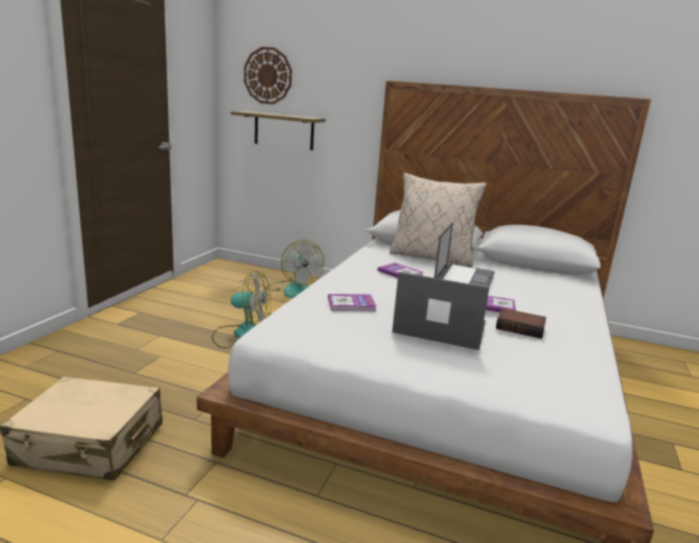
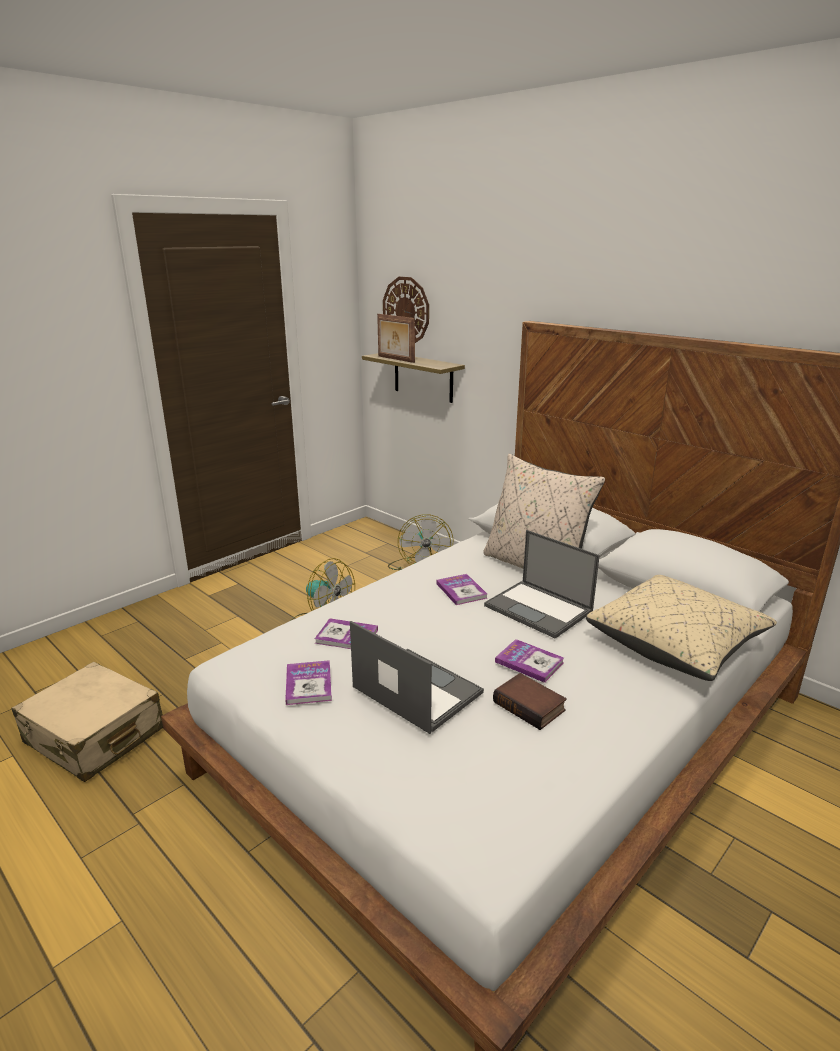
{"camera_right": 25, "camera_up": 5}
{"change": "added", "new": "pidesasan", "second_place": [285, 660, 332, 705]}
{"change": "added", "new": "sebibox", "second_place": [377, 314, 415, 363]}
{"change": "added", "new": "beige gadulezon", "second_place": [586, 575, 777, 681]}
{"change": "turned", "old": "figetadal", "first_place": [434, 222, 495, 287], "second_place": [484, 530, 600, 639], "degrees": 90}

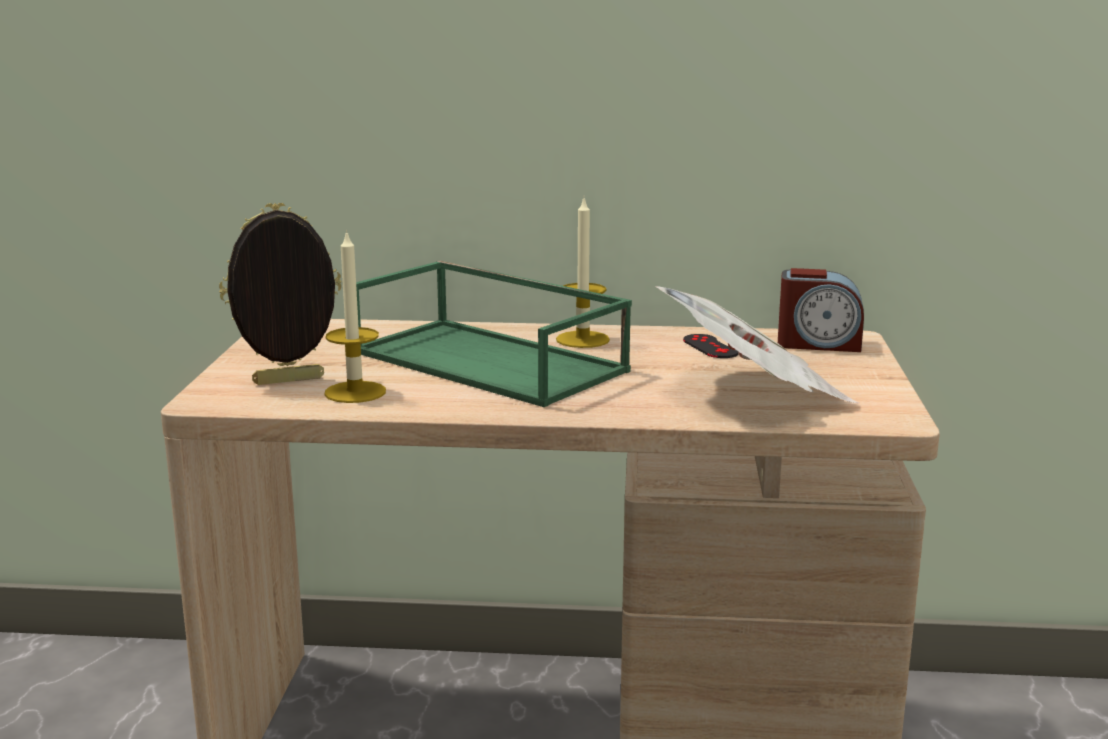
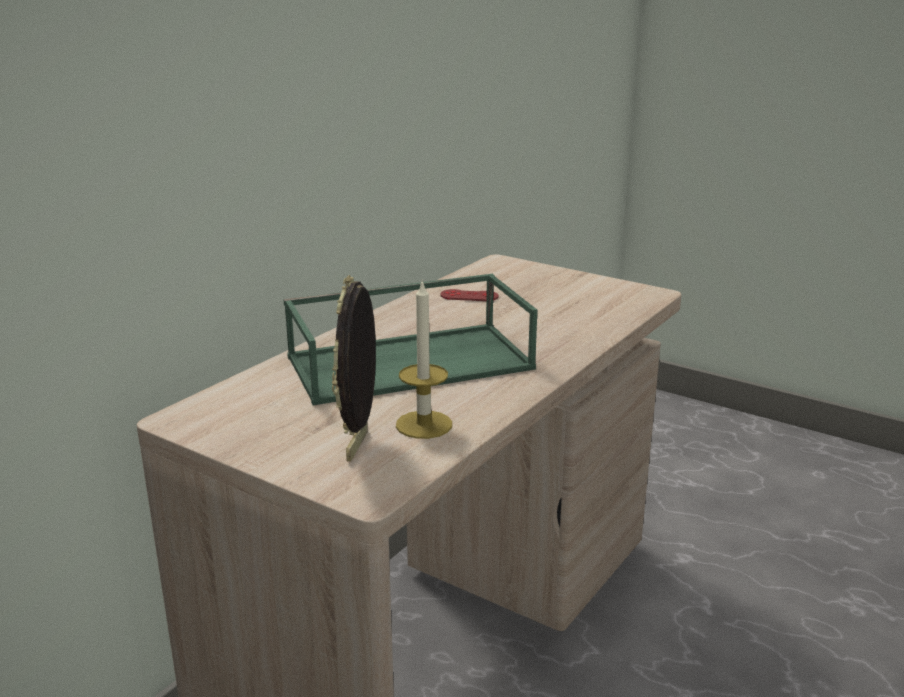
{"camera_right": -60, "camera_up": 5}
{"change": "removed", "old": "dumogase", "first_place": [556, 199, 610, 348]}
{"change": "removed", "old": "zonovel", "first_place": [655, 286, 860, 404]}
{"change": "removed", "old": "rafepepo", "first_place": [778, 268, 864, 352]}
{"change": "recoloured", "old": "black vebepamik", "new": "red vebepamik", "first_place": [683, 334, 738, 358], "second_place": [440, 289, 499, 301]}

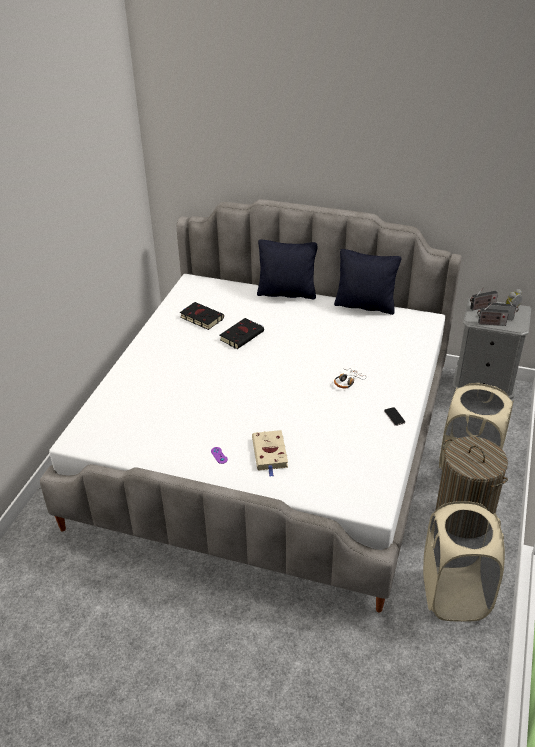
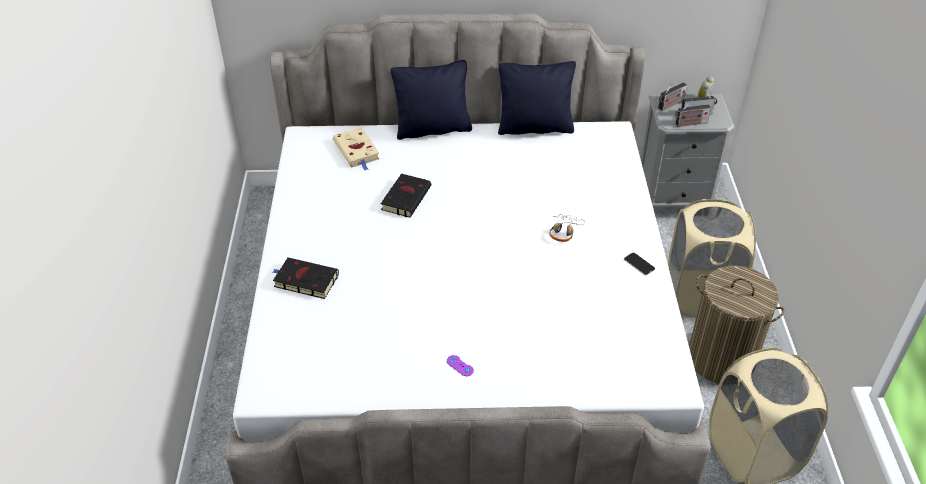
{"camera_right": -20, "camera_up": 5}
{"change": "moved", "old": "black pidesasan", "first_place": [180, 302, 224, 330], "second_place": [273, 258, 339, 299]}
{"change": "moved", "old": "beige pidesasan", "first_place": [252, 430, 288, 476], "second_place": [333, 127, 380, 170]}

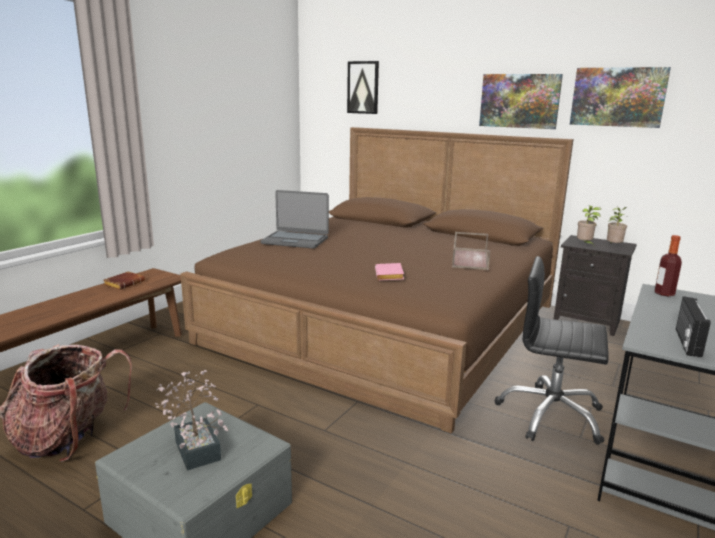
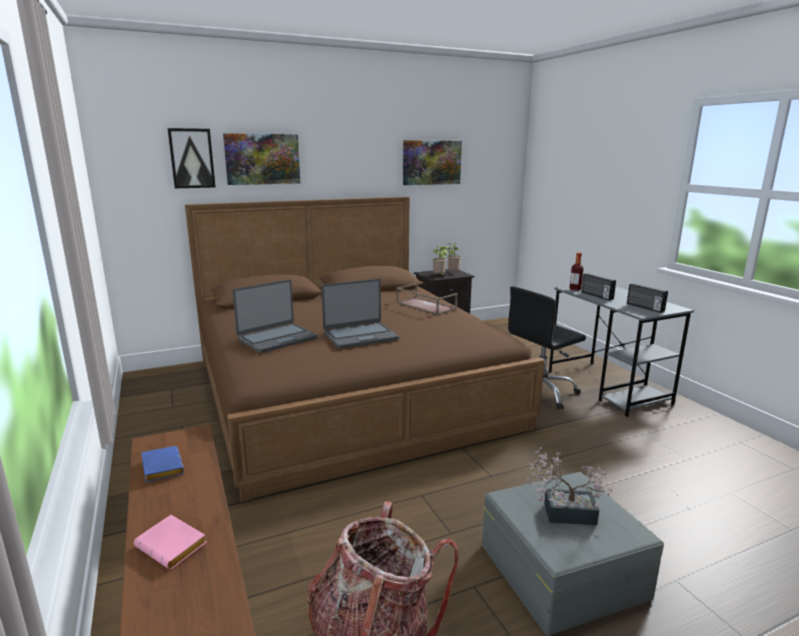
{"camera_right": -55, "camera_up": 0}
{"change": "added", "new": "figetadal", "second_place": [321, 279, 399, 349]}
{"change": "added", "new": "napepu", "second_place": [582, 273, 616, 300]}
{"change": "moved", "old": "pink pidesasan", "first_place": [375, 263, 404, 280], "second_place": [134, 515, 207, 570]}
{"change": "moved", "old": "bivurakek", "first_place": [479, 74, 563, 129], "second_place": [223, 133, 300, 185]}
{"change": "recoloured", "old": "brown pidesasan", "new": "blue pidesasan", "first_place": [103, 271, 145, 290], "second_place": [141, 446, 184, 482]}

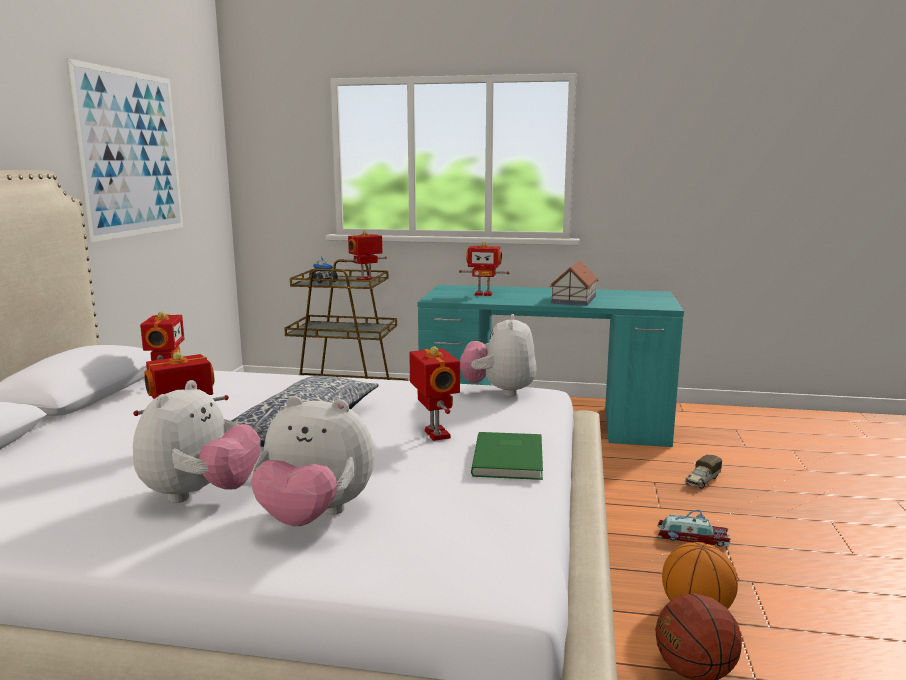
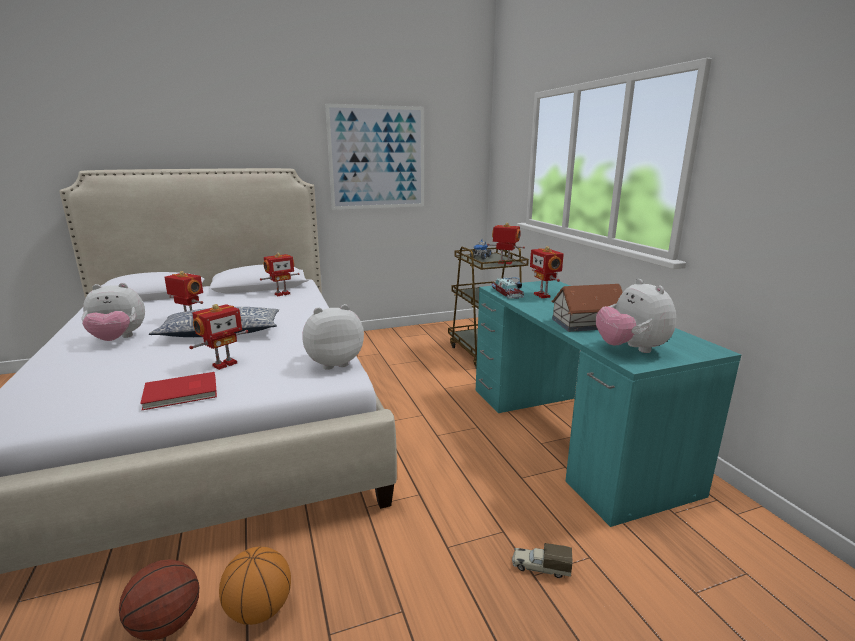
{"camera_right": 60, "camera_up": 5}
{"change": "moved", "old": "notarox", "first_place": [251, 396, 375, 526], "second_place": [596, 279, 676, 353]}
{"change": "moved", "old": "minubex", "first_place": [657, 510, 731, 547], "second_place": [491, 277, 524, 299]}
{"change": "recoloured", "old": "green pidesasan", "new": "red pidesasan", "first_place": [471, 432, 543, 480], "second_place": [140, 372, 217, 410]}

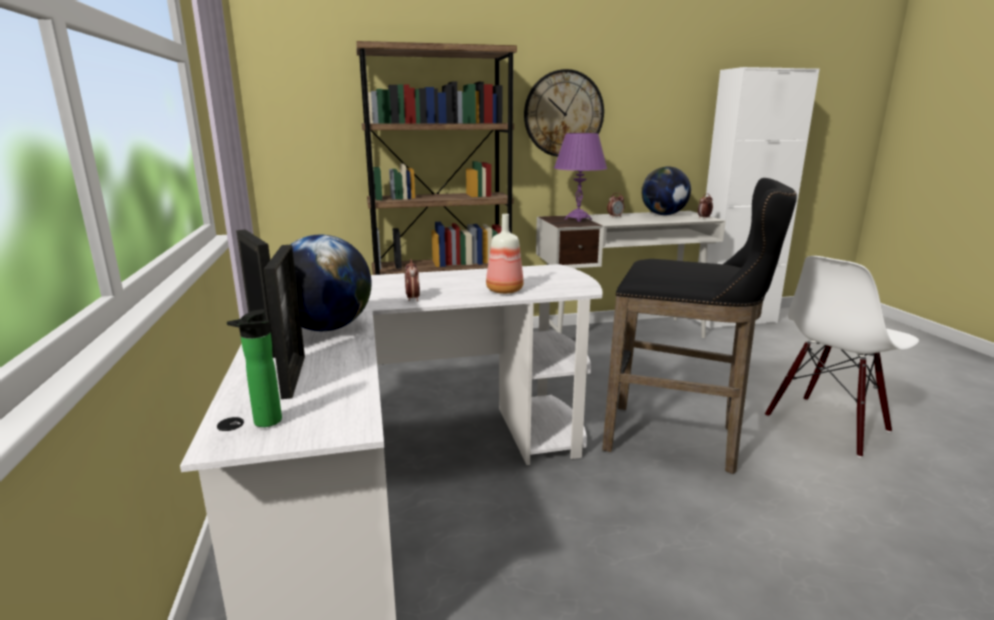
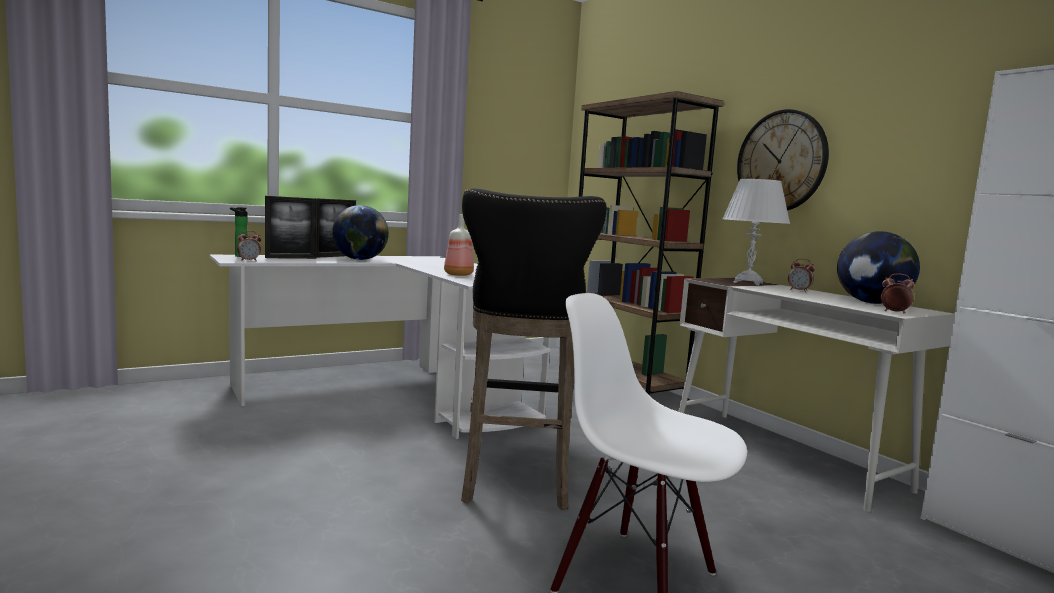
{"camera_right": 70, "camera_up": -10}
{"change": "moved", "old": "rafepepo", "first_place": [405, 259, 420, 301], "second_place": [237, 231, 261, 261]}
{"change": "recoloured", "old": "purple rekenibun", "new": "white rekenibun", "first_place": [554, 133, 607, 222], "second_place": [722, 179, 790, 286]}

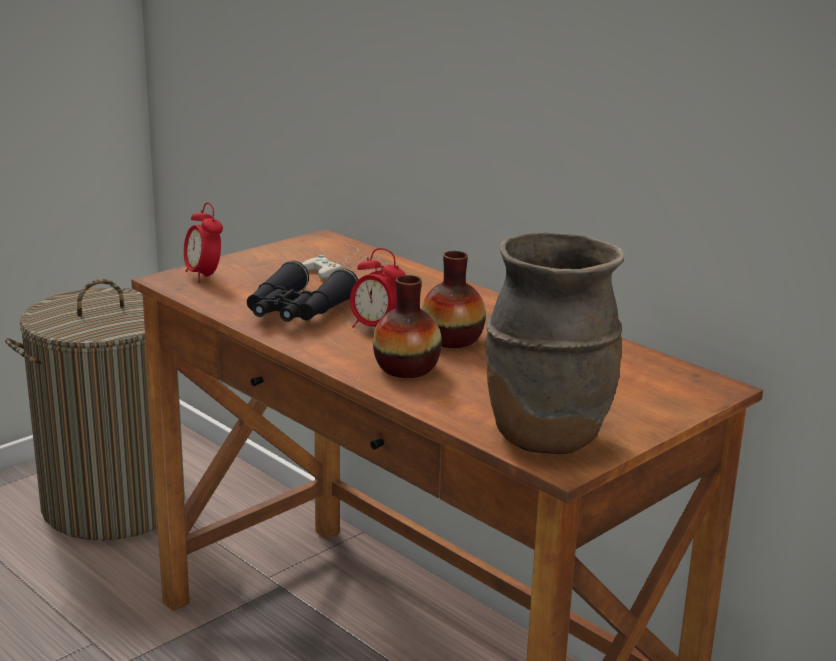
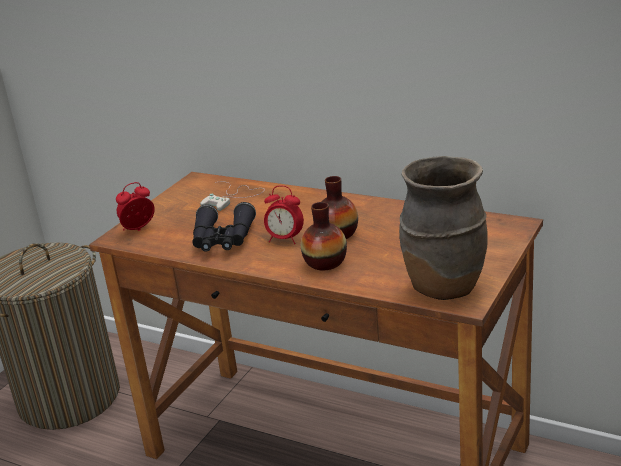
{"camera_right": -15, "camera_up": 5}
{"change": "turned", "old": "rafepepo", "first_place": [184, 202, 223, 283], "second_place": [116, 182, 155, 231], "degrees": 105}

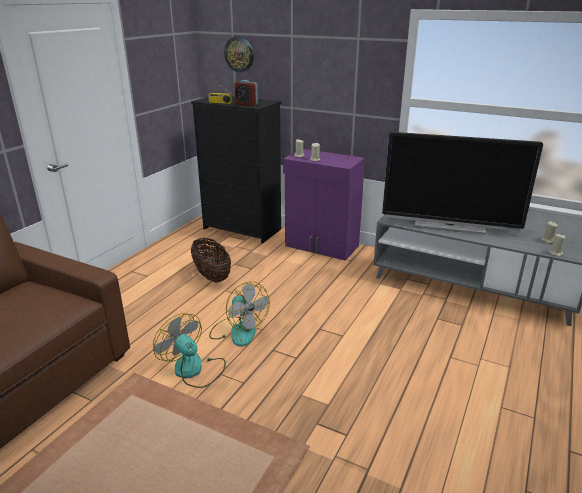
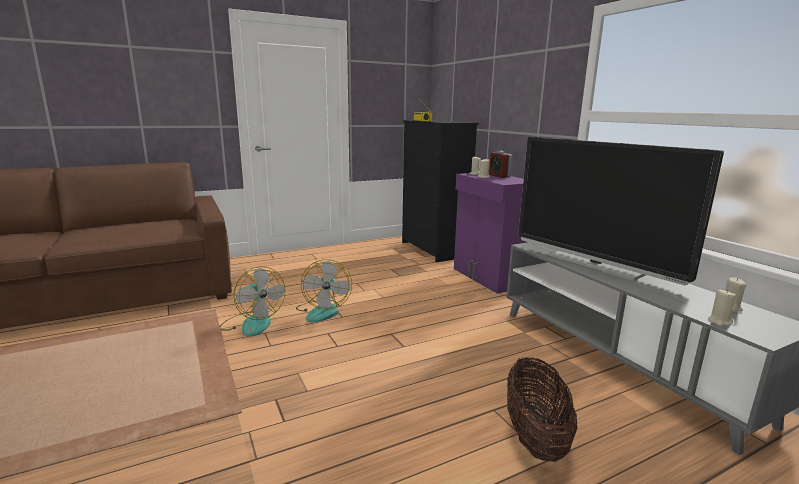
{"camera_right": 35, "camera_up": -10}
{"change": "removed", "old": "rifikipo", "first_place": [224, 37, 254, 72]}
{"change": "moved", "old": "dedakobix", "first_place": [191, 238, 231, 283], "second_place": [507, 358, 577, 462]}
{"change": "moved", "old": "rafepepo", "first_place": [234, 80, 258, 106], "second_place": [489, 151, 512, 178]}
{"change": "turned", "old": "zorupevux", "first_place": [153, 313, 226, 388], "second_place": [220, 266, 286, 337], "degrees": 150}

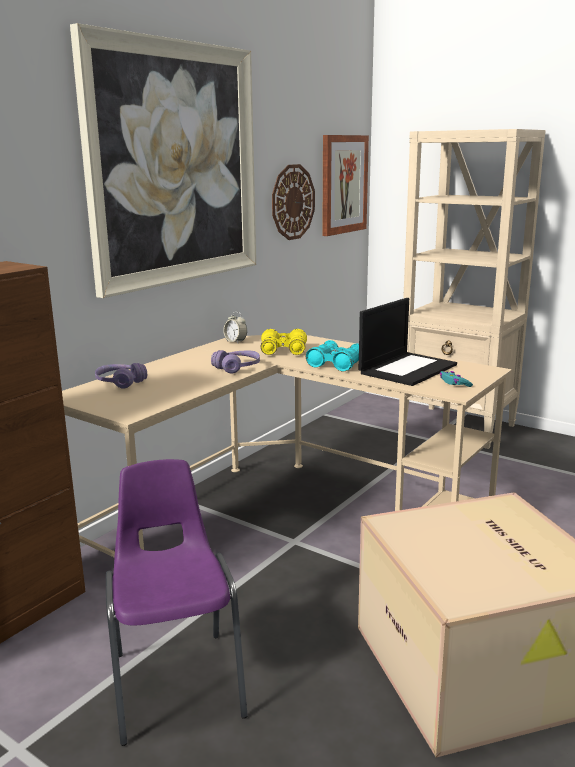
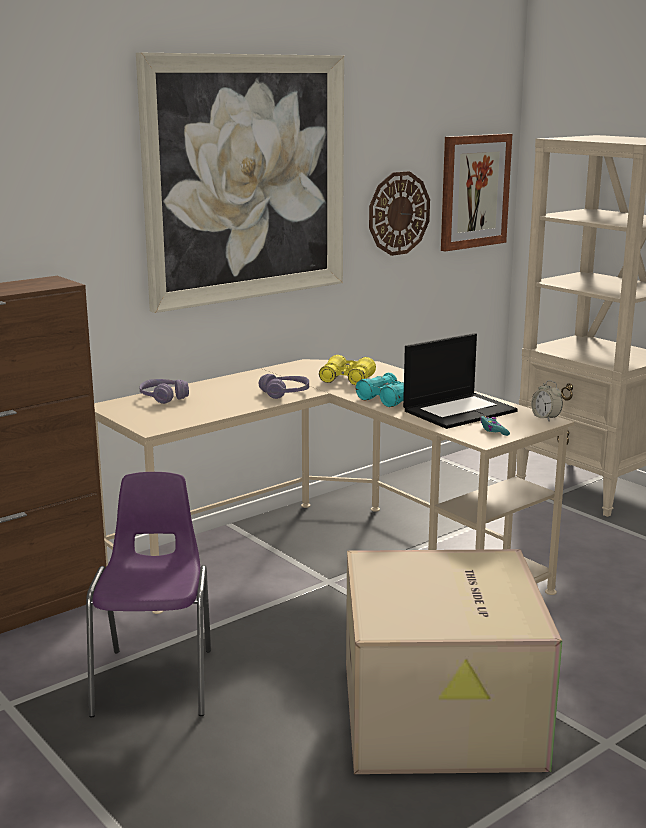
{"camera_right": 15, "camera_up": 0}
{"change": "moved", "old": "rafepepo", "first_place": [223, 312, 247, 343], "second_place": [531, 380, 563, 421]}

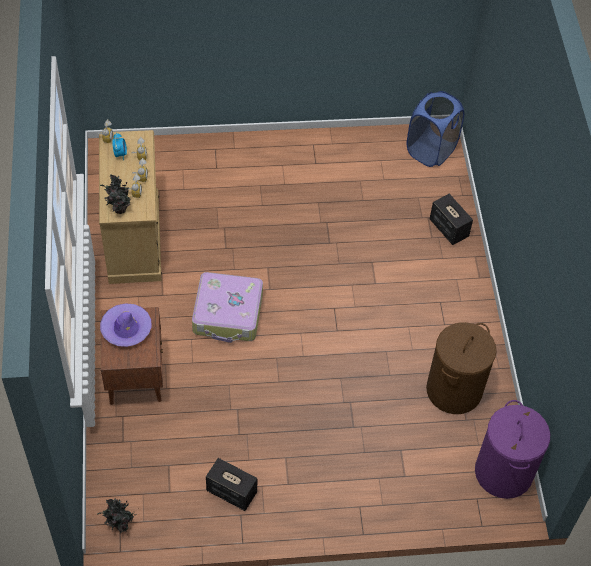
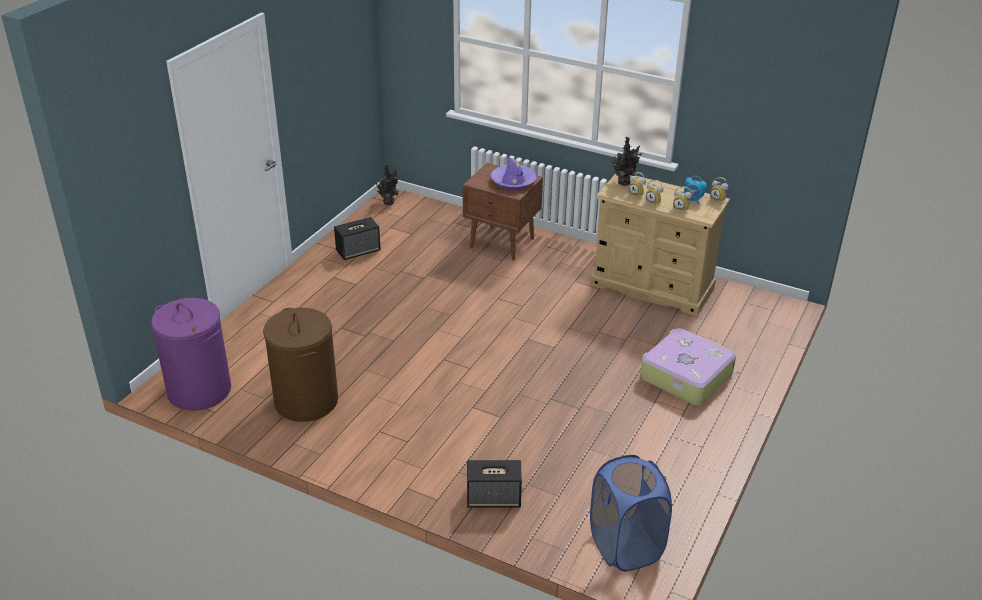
{"camera_right": 125, "camera_up": -20}
{"change": "moved", "old": "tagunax", "first_place": [192, 272, 263, 343], "second_place": [640, 328, 736, 405]}

